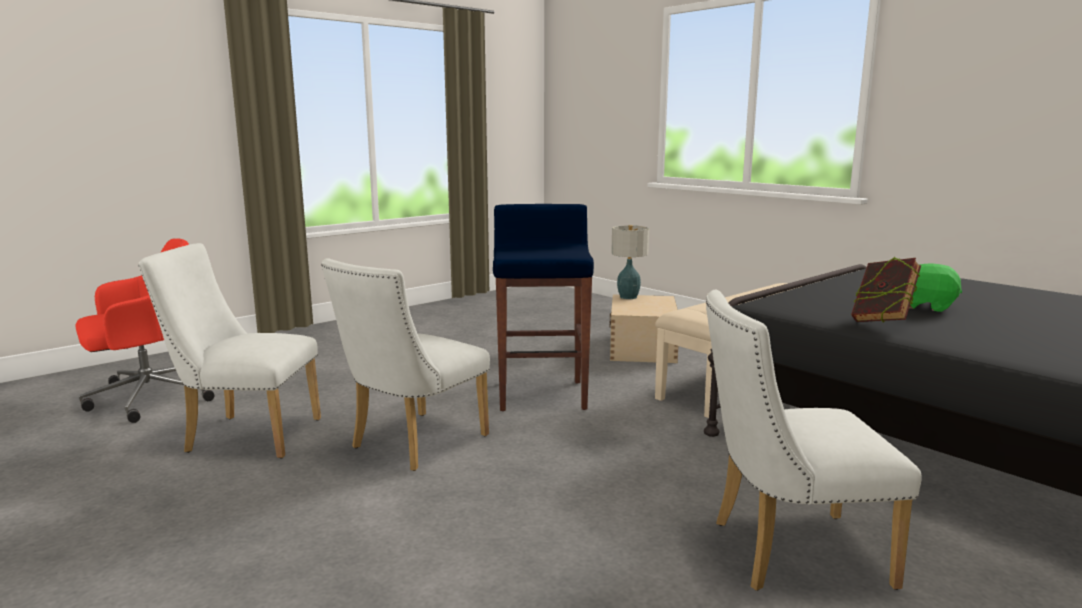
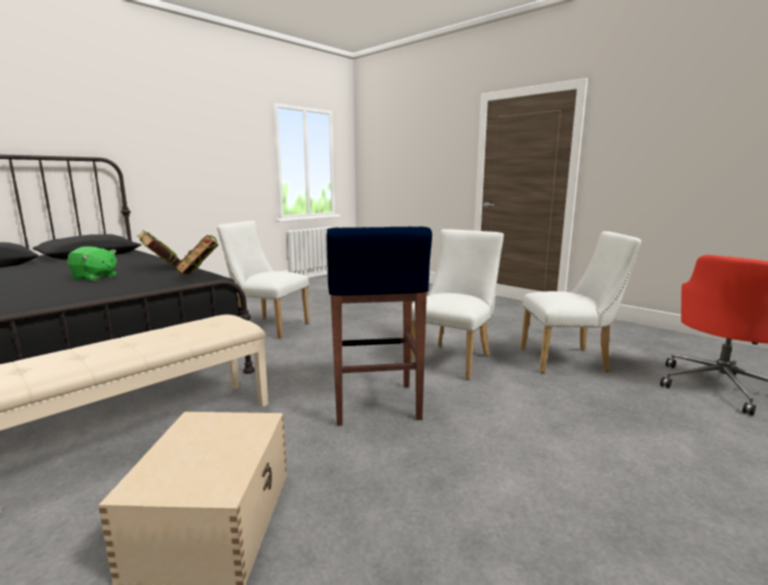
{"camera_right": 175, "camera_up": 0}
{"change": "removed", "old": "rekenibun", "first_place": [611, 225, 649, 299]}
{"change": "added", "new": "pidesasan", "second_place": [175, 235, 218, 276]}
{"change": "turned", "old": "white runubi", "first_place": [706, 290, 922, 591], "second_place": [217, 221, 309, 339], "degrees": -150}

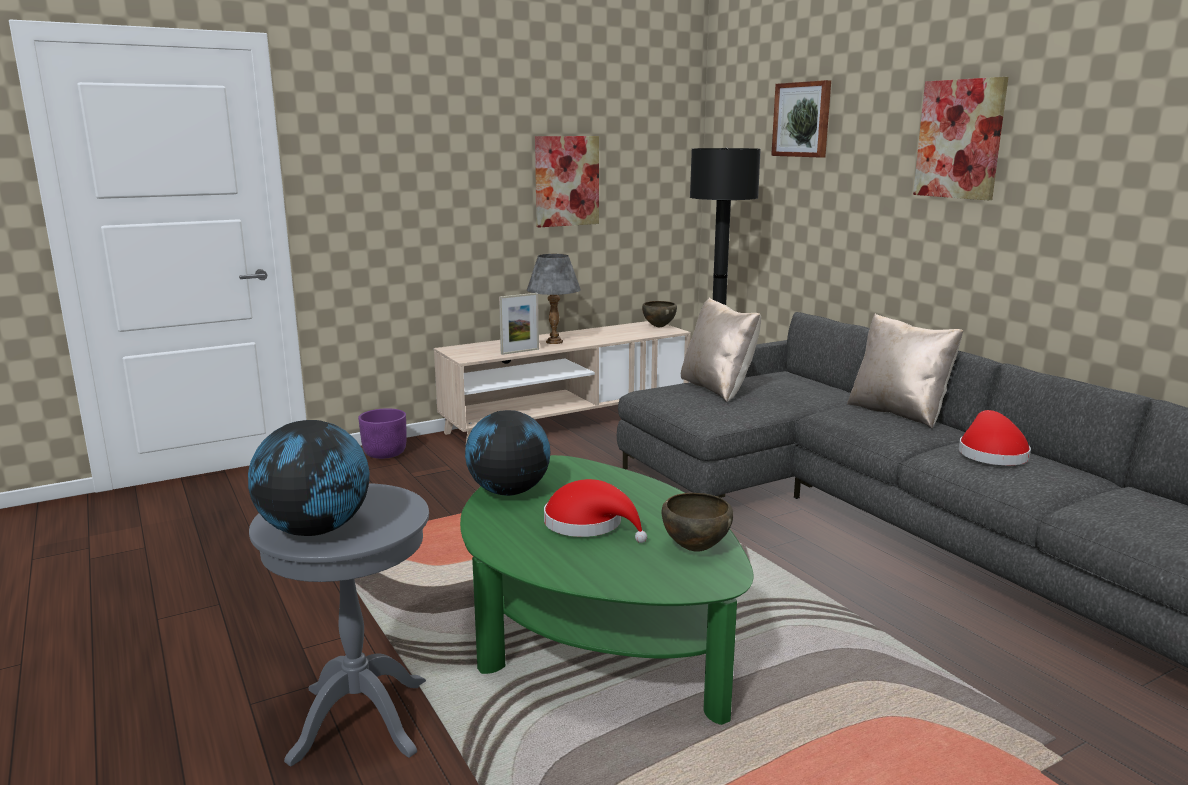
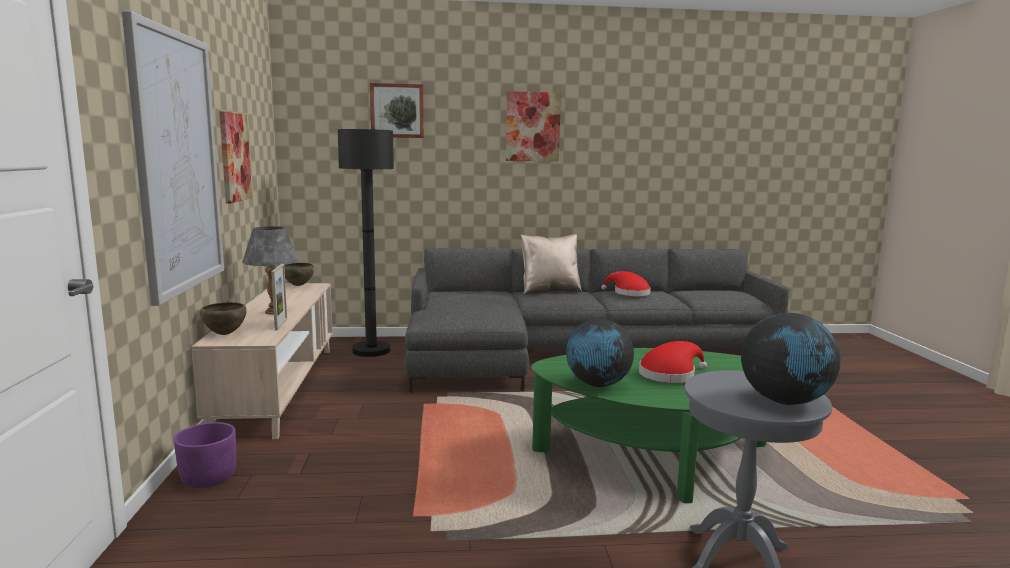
{"camera_right": -65, "camera_up": -5}
{"change": "removed", "old": "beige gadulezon", "first_place": [681, 298, 761, 402]}
{"change": "added", "new": "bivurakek", "second_place": [122, 11, 224, 306]}
{"change": "moved", "old": "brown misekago", "first_place": [662, 493, 733, 552], "second_place": [200, 302, 247, 335]}

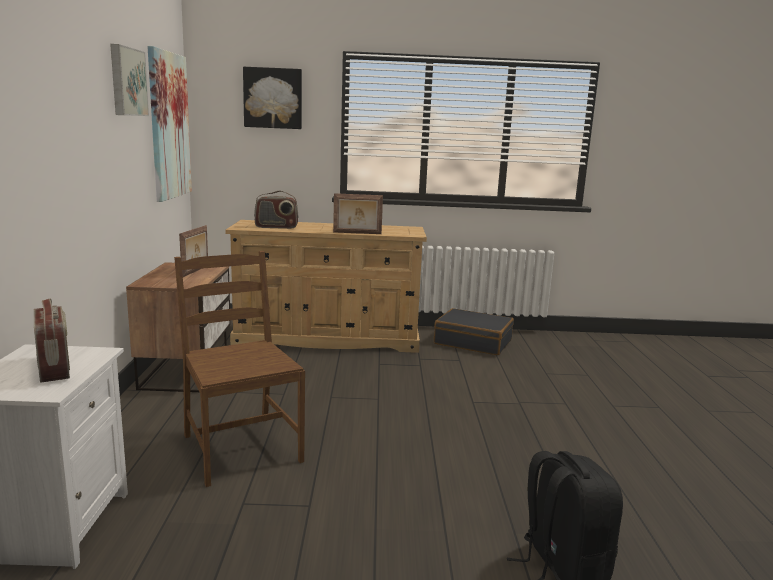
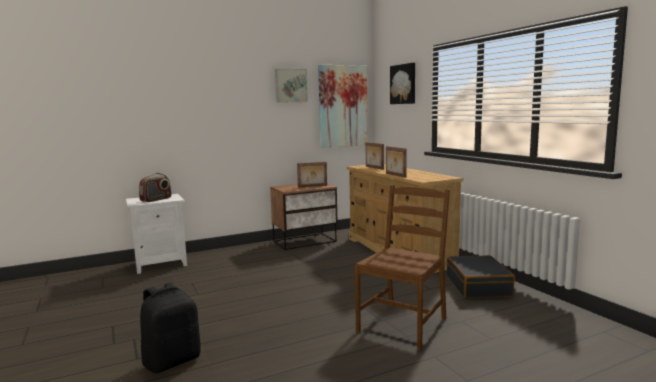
{"camera_right": 65, "camera_up": -5}
{"change": "moved", "old": "brown runubi", "first_place": [174, 251, 305, 487], "second_place": [355, 185, 450, 350]}
{"change": "replaced", "old": "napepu", "new": "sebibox", "first_place": [254, 191, 299, 229], "second_place": [366, 142, 384, 170]}

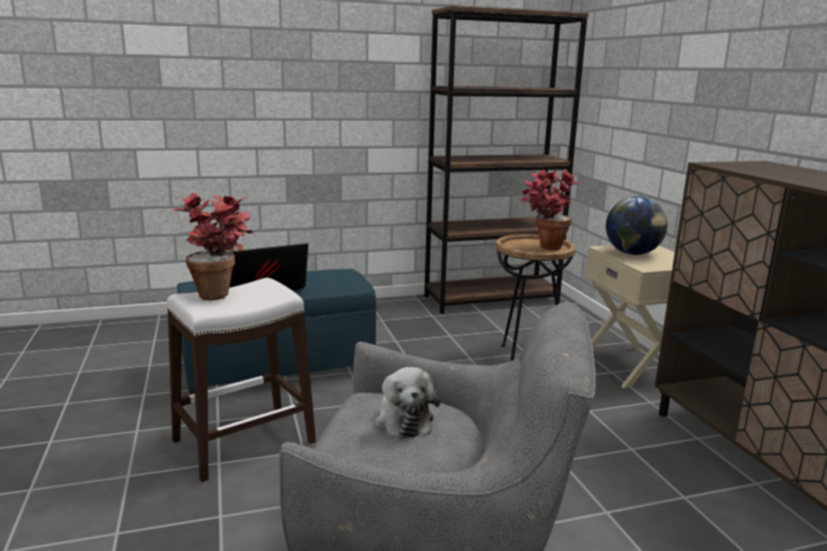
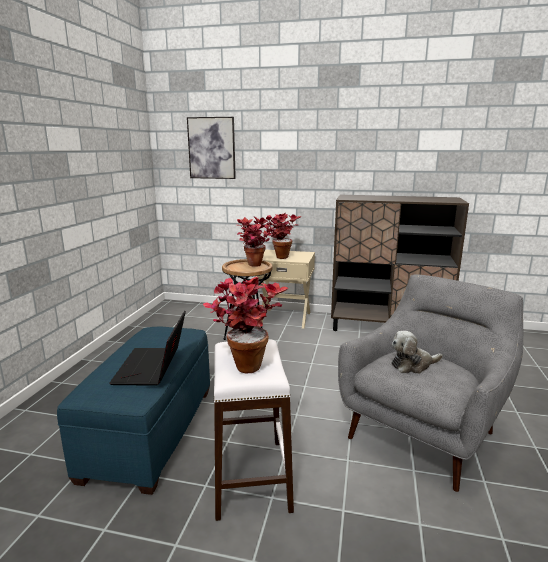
{"camera_right": -60, "camera_up": 0}
{"change": "removed", "old": "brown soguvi", "first_place": [424, 5, 589, 314]}
{"change": "added", "new": "bivurakek", "second_place": [187, 117, 236, 179]}
{"change": "replaced", "old": "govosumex", "new": "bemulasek", "first_place": [606, 196, 667, 255], "second_place": [264, 213, 301, 259]}
{"change": "turned", "old": "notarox", "first_place": [375, 367, 440, 439], "second_place": [391, 331, 443, 374], "degrees": 150}

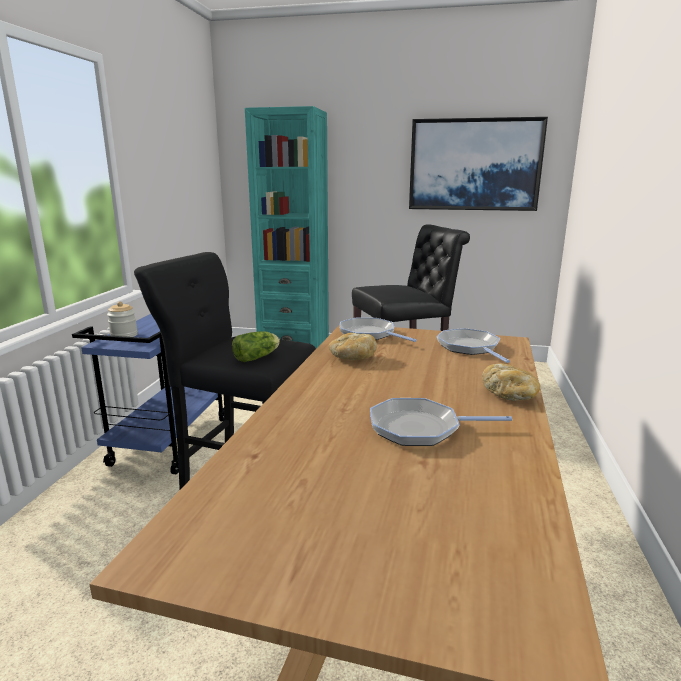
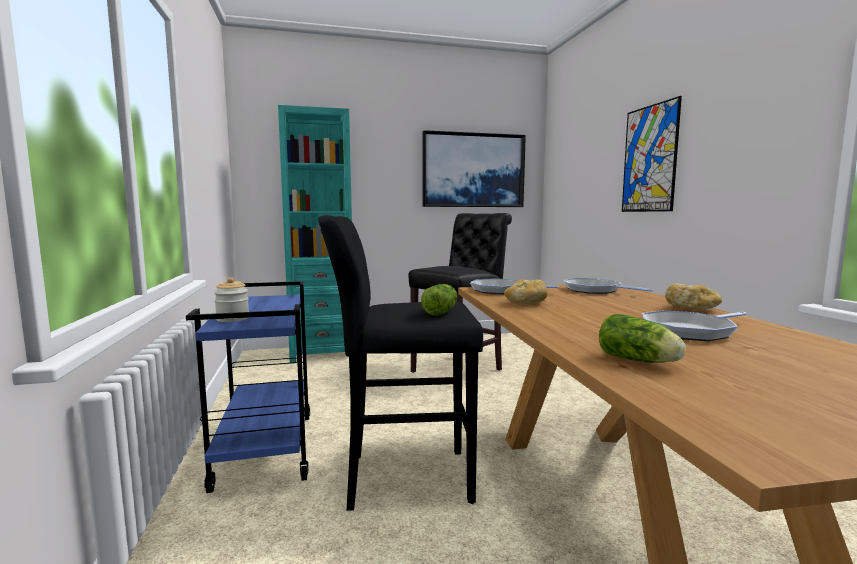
{"camera_right": -25, "camera_up": -10}
{"change": "added", "new": "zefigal", "second_place": [599, 314, 686, 363]}
{"change": "added", "new": "bivurakek", "second_place": [622, 96, 682, 212]}

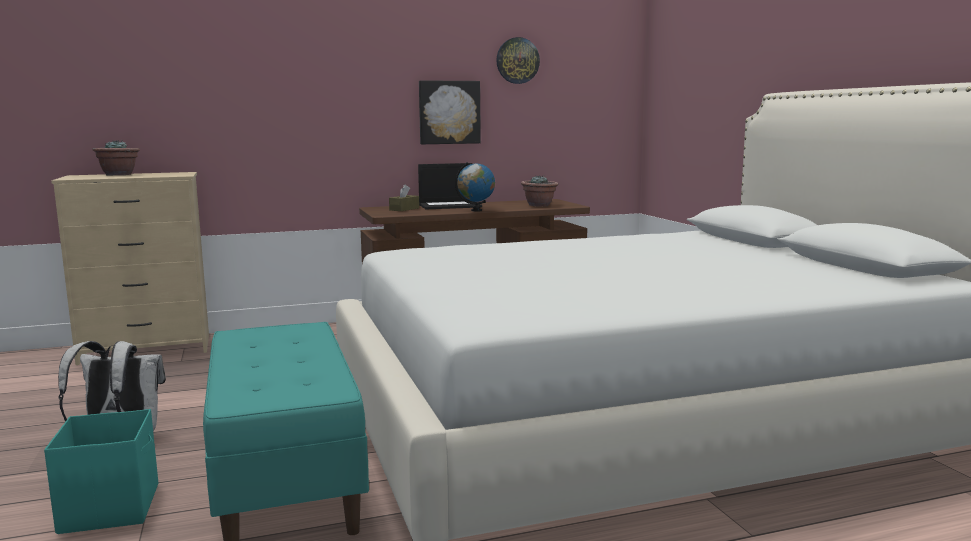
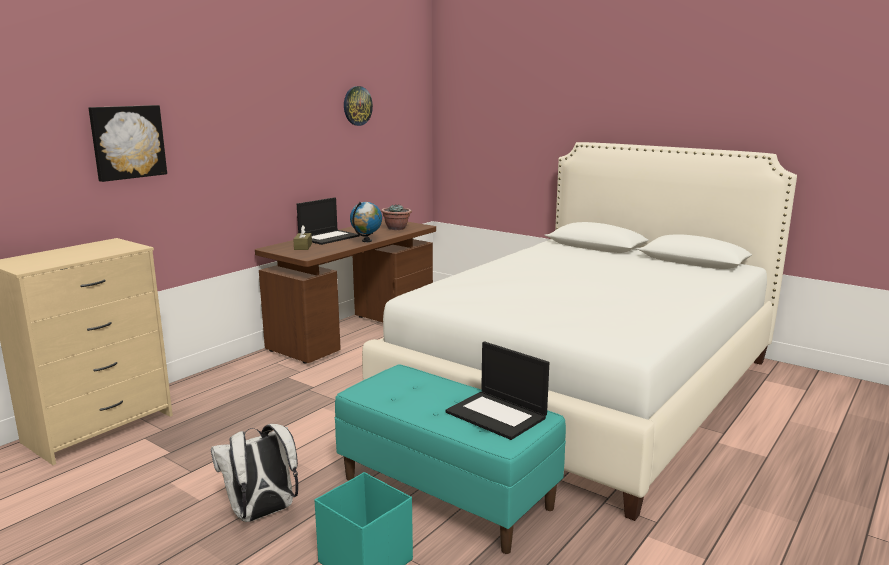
{"camera_right": -35, "camera_up": 5}
{"change": "removed", "old": "bemulasek", "first_place": [93, 140, 140, 175]}
{"change": "added", "new": "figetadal", "second_place": [445, 341, 549, 440]}
{"change": "moved", "old": "bivurakek", "first_place": [419, 80, 481, 144], "second_place": [89, 105, 167, 182]}

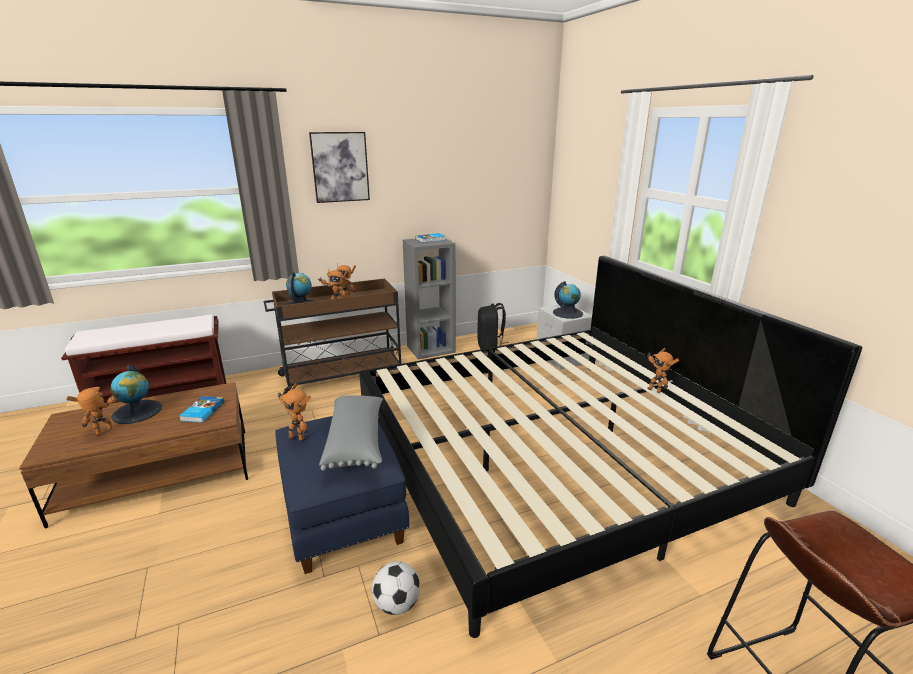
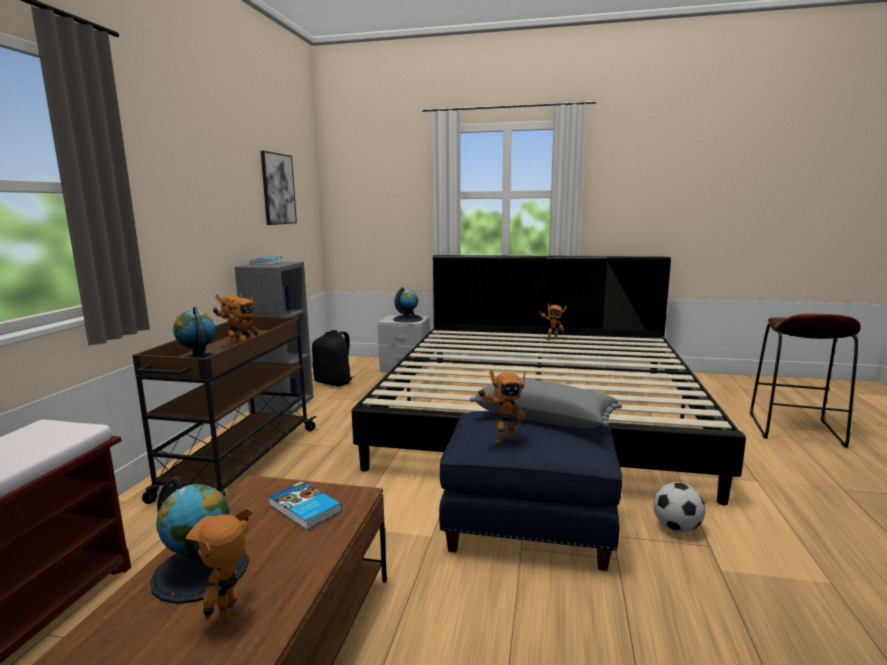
{"camera_right": -55, "camera_up": -10}
{"change": "moved", "old": "bivurakek", "first_place": [309, 132, 370, 203], "second_place": [261, 151, 297, 225]}

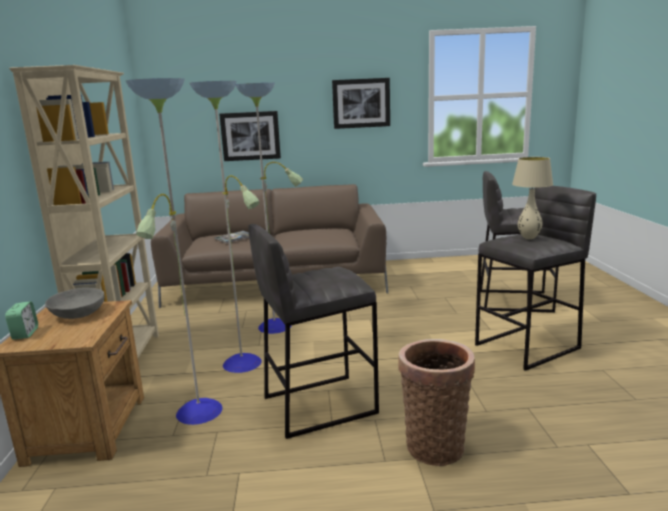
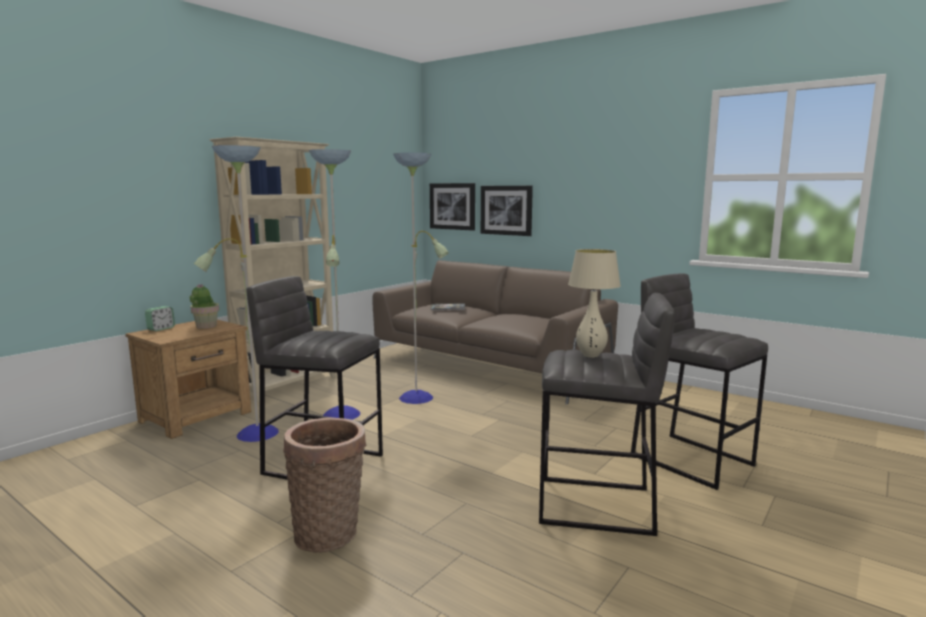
{"camera_right": 40, "camera_up": -5}
{"change": "moved", "old": "bivurakek", "first_place": [332, 78, 390, 129], "second_place": [430, 183, 475, 231]}
{"change": "replaced", "old": "grey misekago", "new": "bemulasek", "first_place": [45, 288, 105, 319], "second_place": [190, 284, 219, 329]}

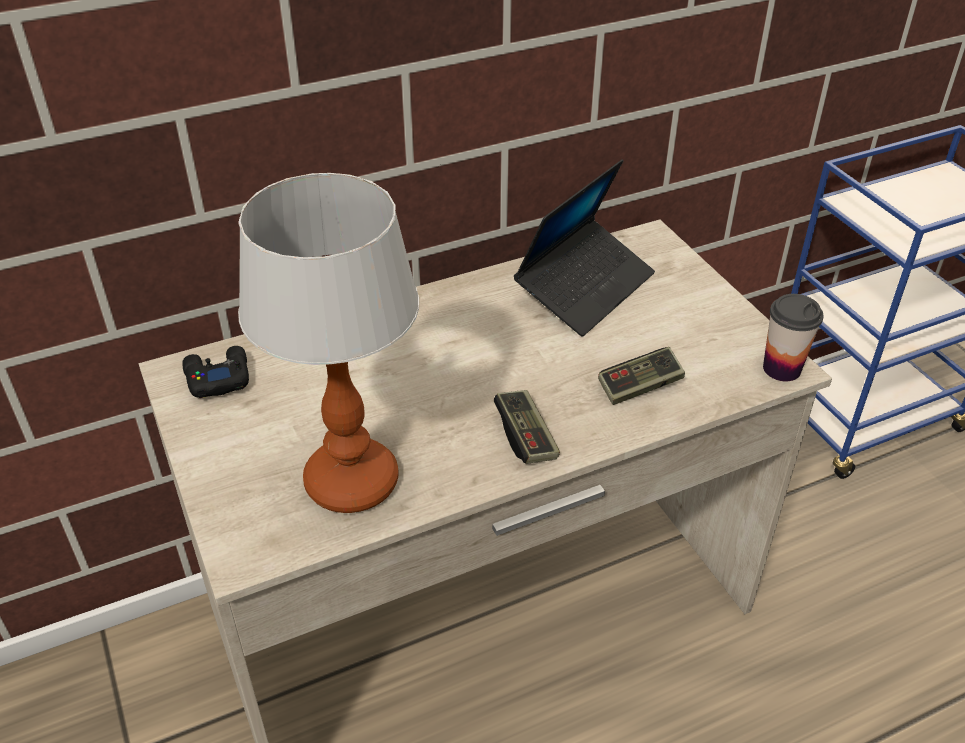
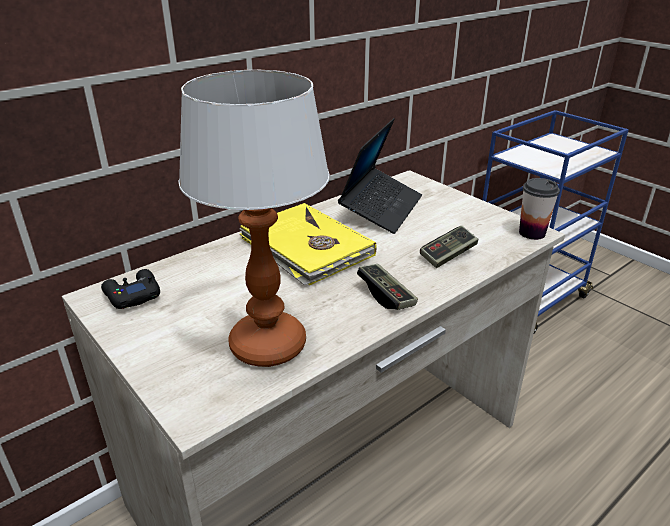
{"camera_right": -15, "camera_up": -10}
{"change": "added", "new": "yellow pidesasan", "second_place": [239, 203, 377, 285]}

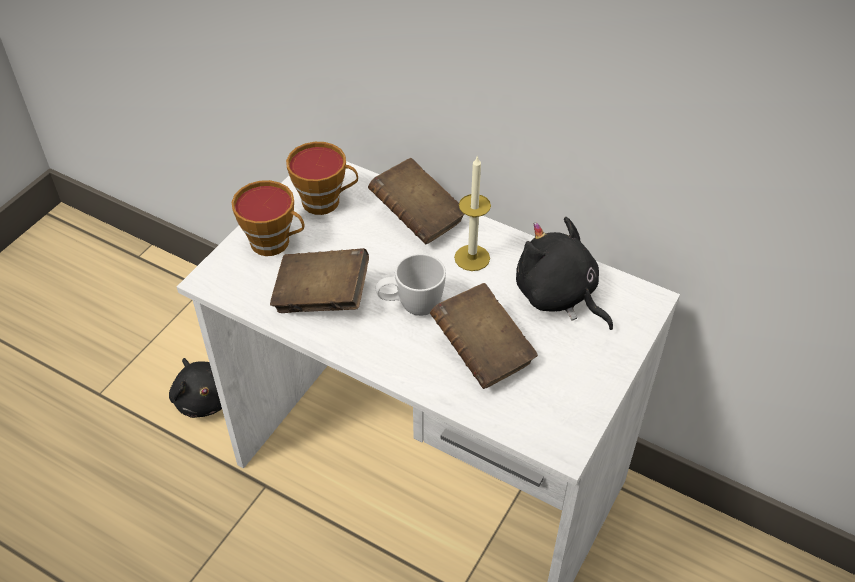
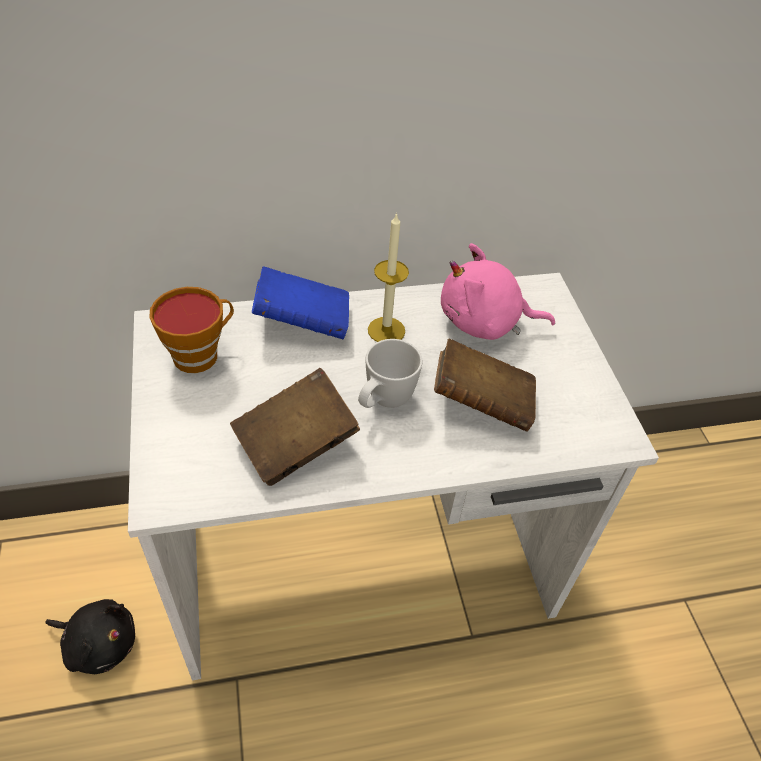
{"camera_right": -45, "camera_up": 0}
{"change": "removed", "old": "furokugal", "first_place": [231, 180, 304, 256]}
{"change": "recoloured", "old": "brown pidesasan", "new": "blue pidesasan", "first_place": [368, 158, 464, 245], "second_place": [252, 266, 349, 339]}
{"change": "recoloured", "old": "black notarox", "new": "pink notarox", "first_place": [516, 217, 613, 330], "second_place": [441, 243, 555, 340]}

